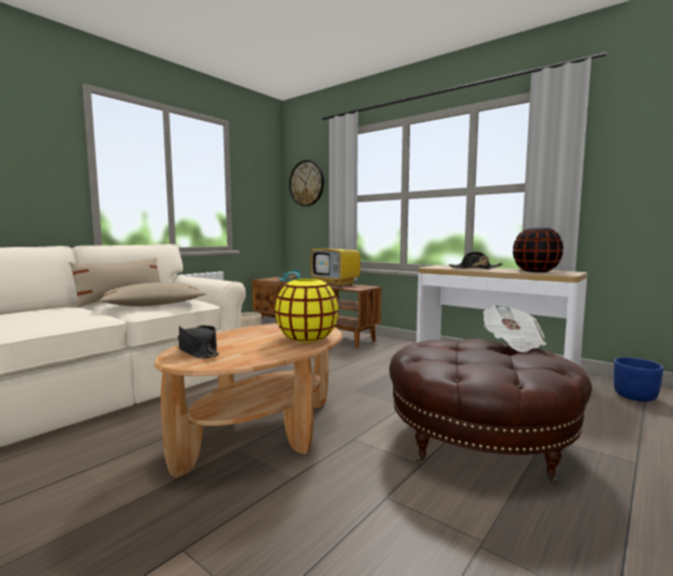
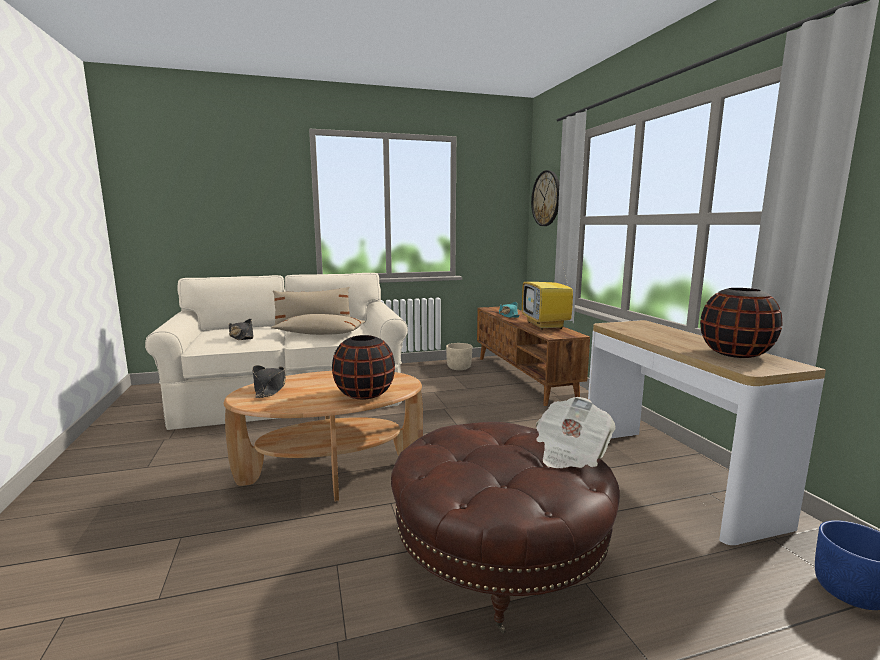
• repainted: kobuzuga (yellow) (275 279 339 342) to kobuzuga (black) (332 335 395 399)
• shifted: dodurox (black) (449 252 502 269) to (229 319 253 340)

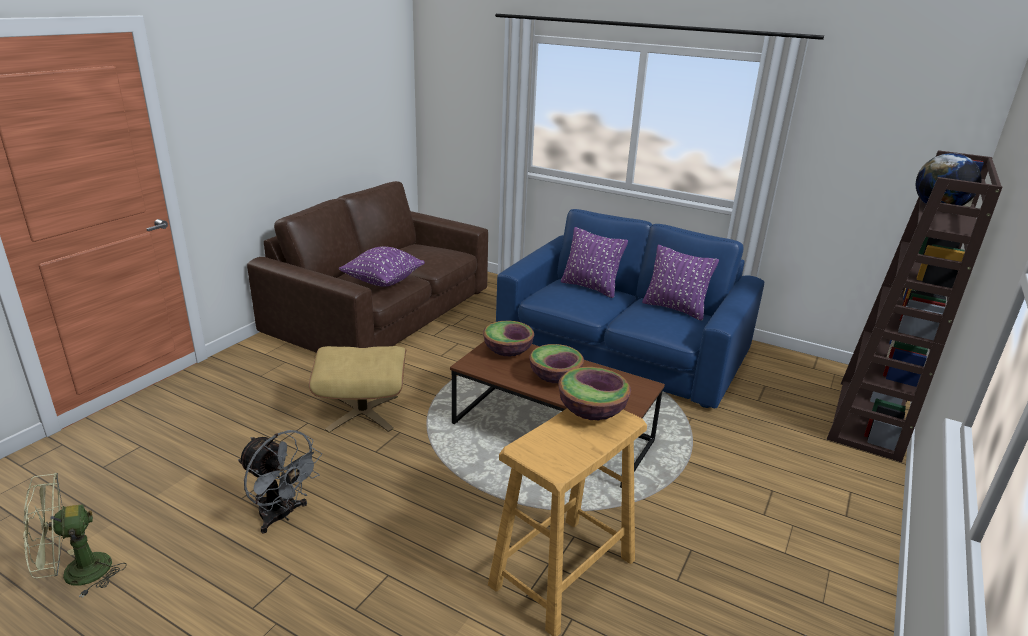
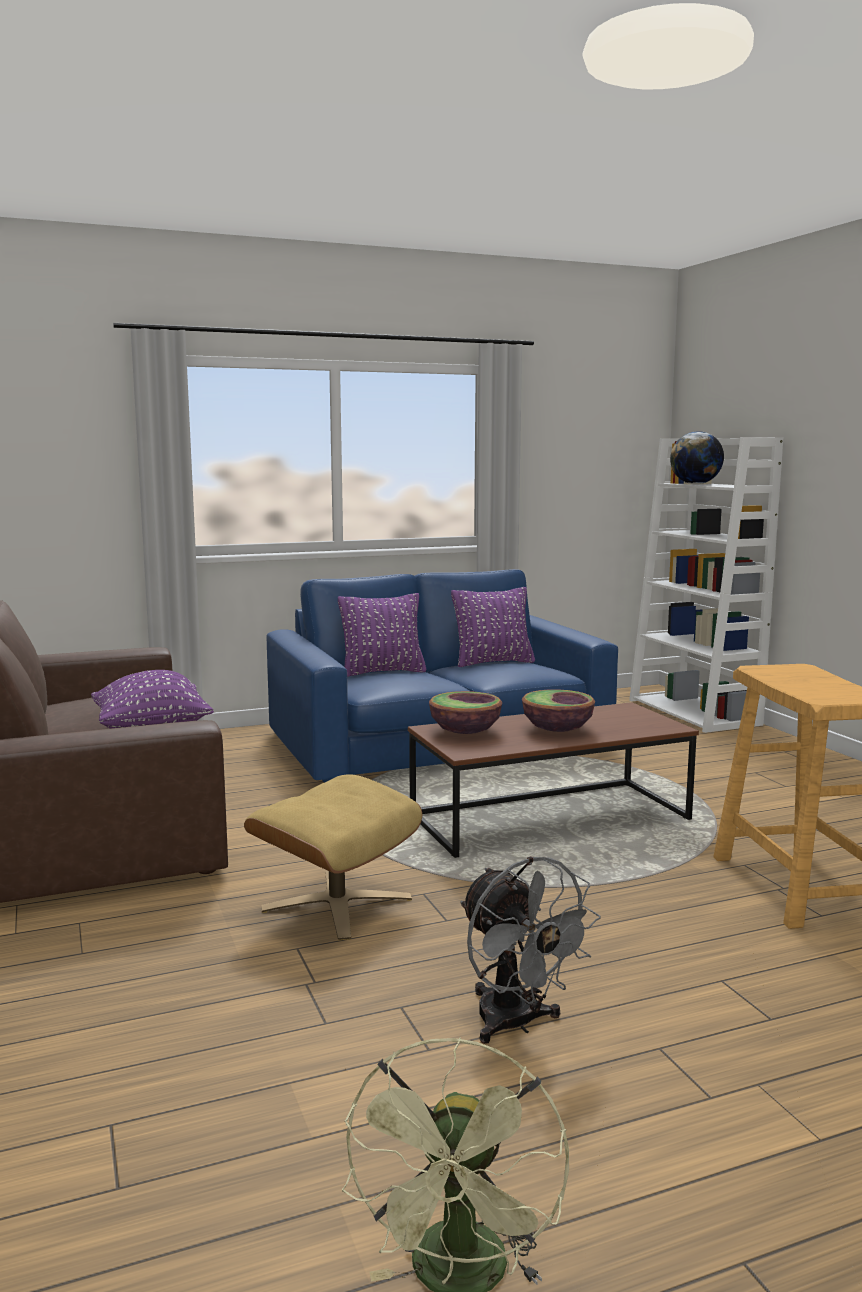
• rotated: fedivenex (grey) (238 430 322 534) = (460 856 600 1044) 75 degrees clockwise
• gone: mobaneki (558 367 631 421)
• repainted: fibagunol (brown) (827 150 1002 462) to fibagunol (white) (629 437 783 733)

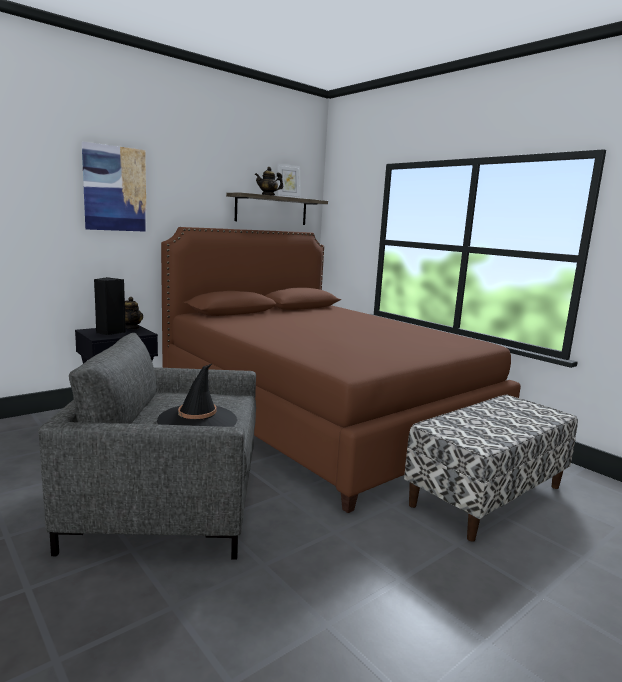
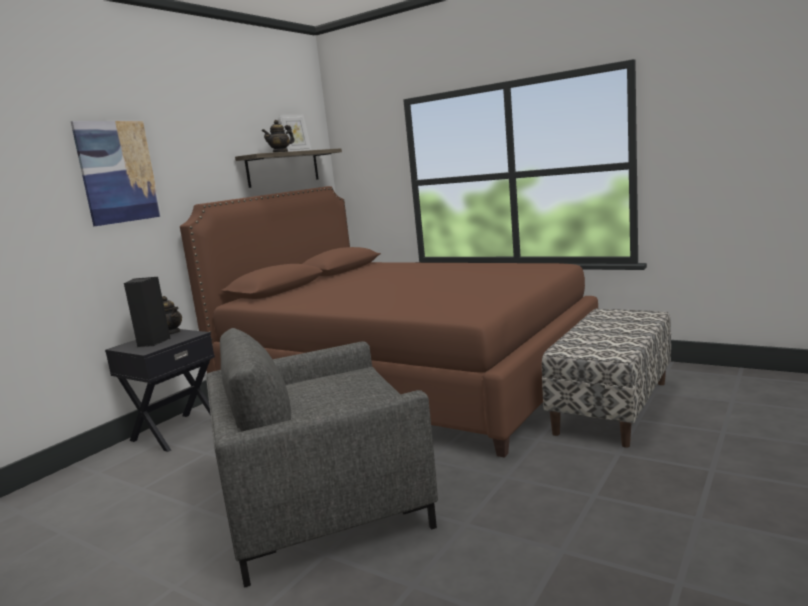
• gone: dodurox (black) (157 364 237 427)

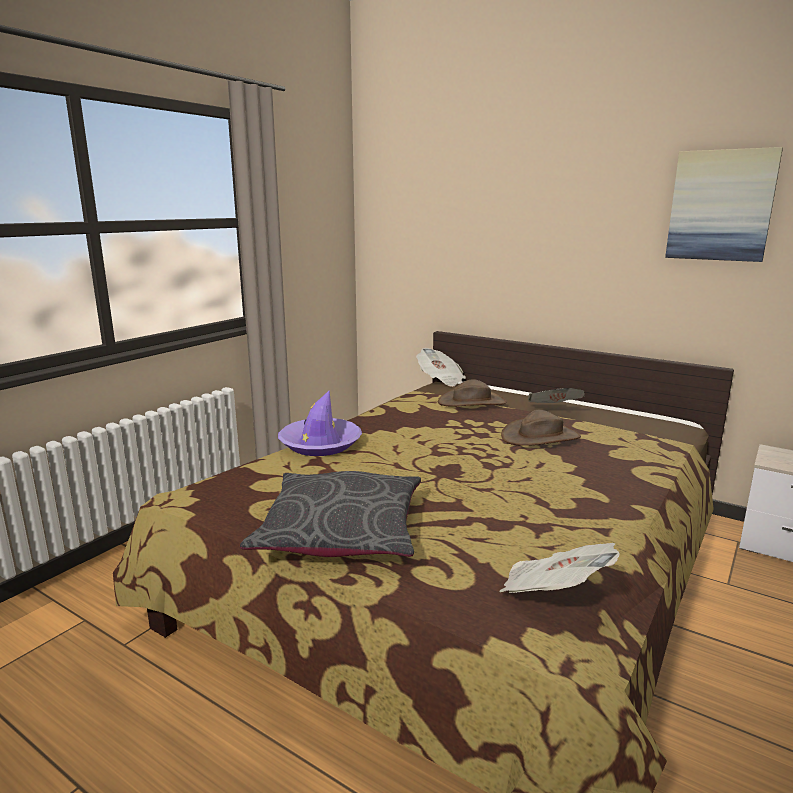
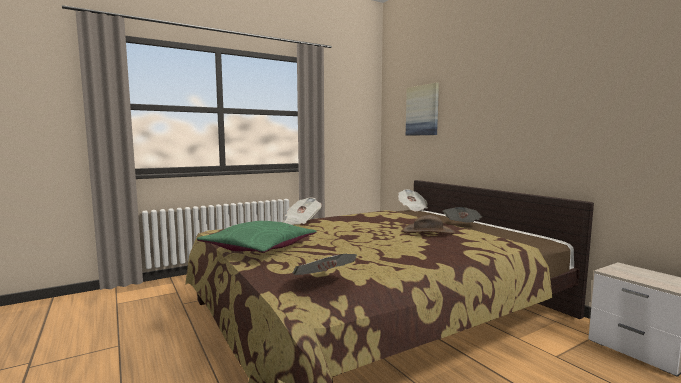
• repainted: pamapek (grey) (240 471 421 557) to pamapek (green) (197 221 317 253)
• swapped: dodurox (purple) (278 390 362 456) to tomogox (284 197 322 225)
• gone: dodurox (brown) (438 379 507 407)
• shifted: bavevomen (665 147 783 262) to (406 83 439 136)

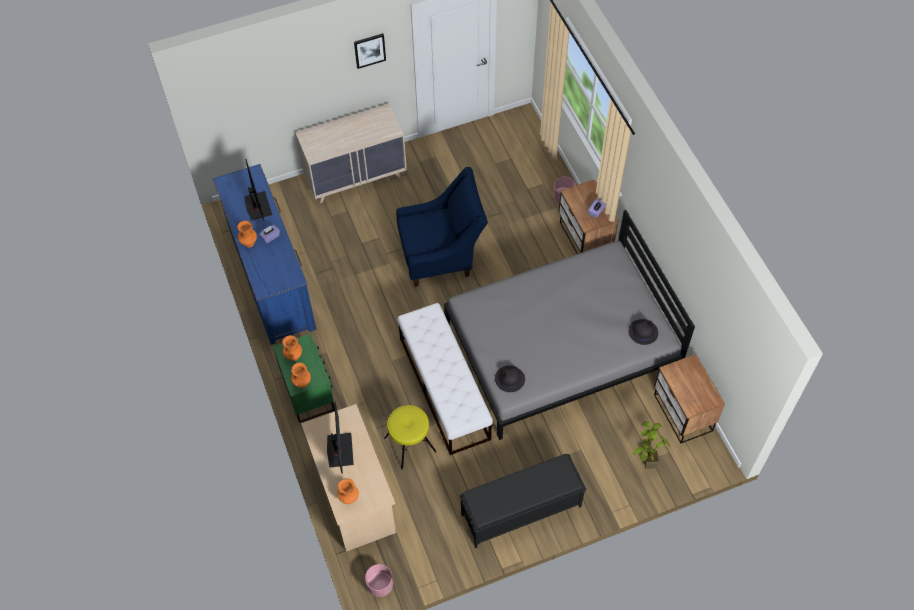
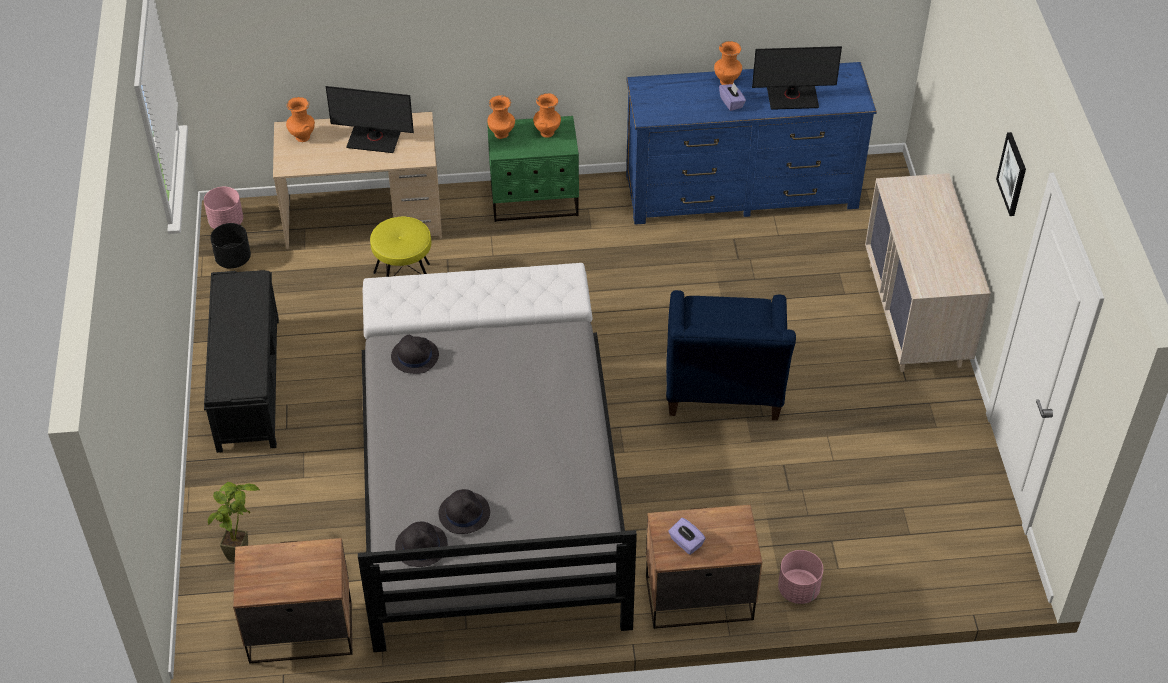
• new: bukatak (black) (210 223 251 269)
• new: dodurox (black) (438 489 490 534)

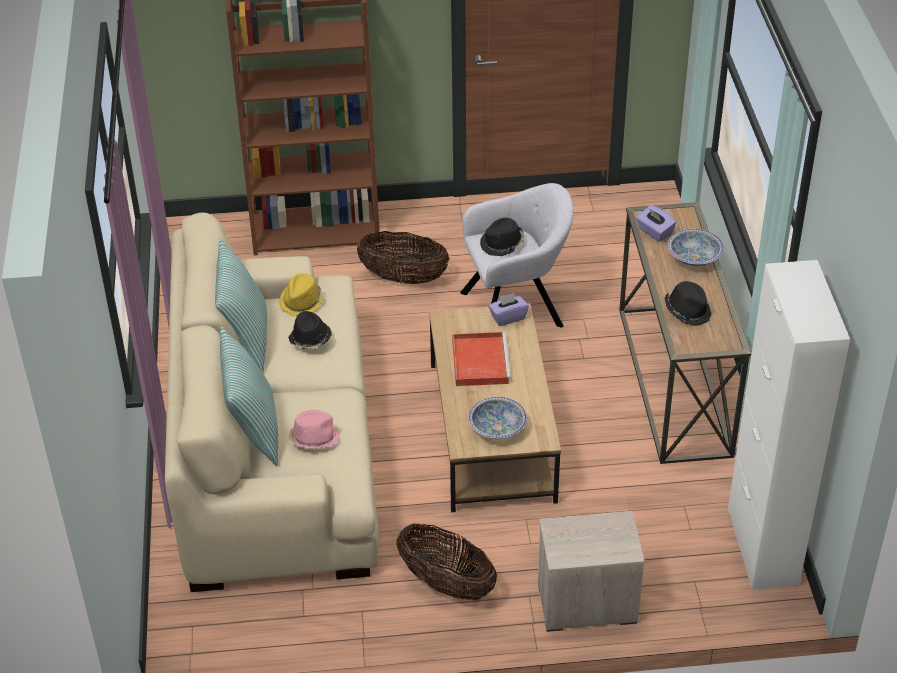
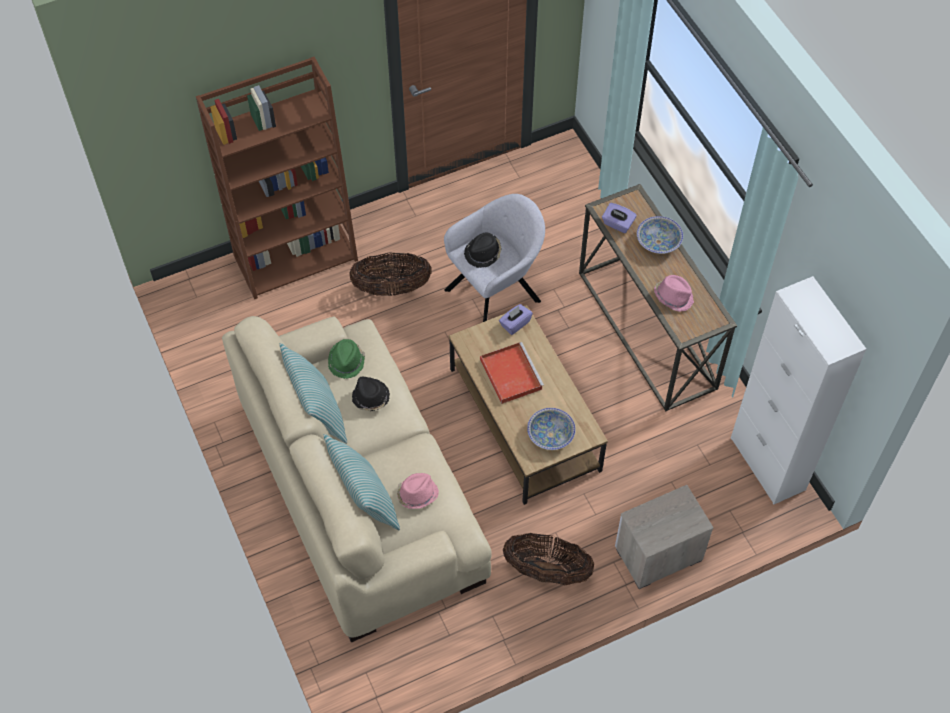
• repainted: dodurox (yellow) (279 273 324 316) to dodurox (green) (328 339 365 379)
• repainted: dodurox (black) (665 281 712 326) to dodurox (pink) (654 275 694 312)

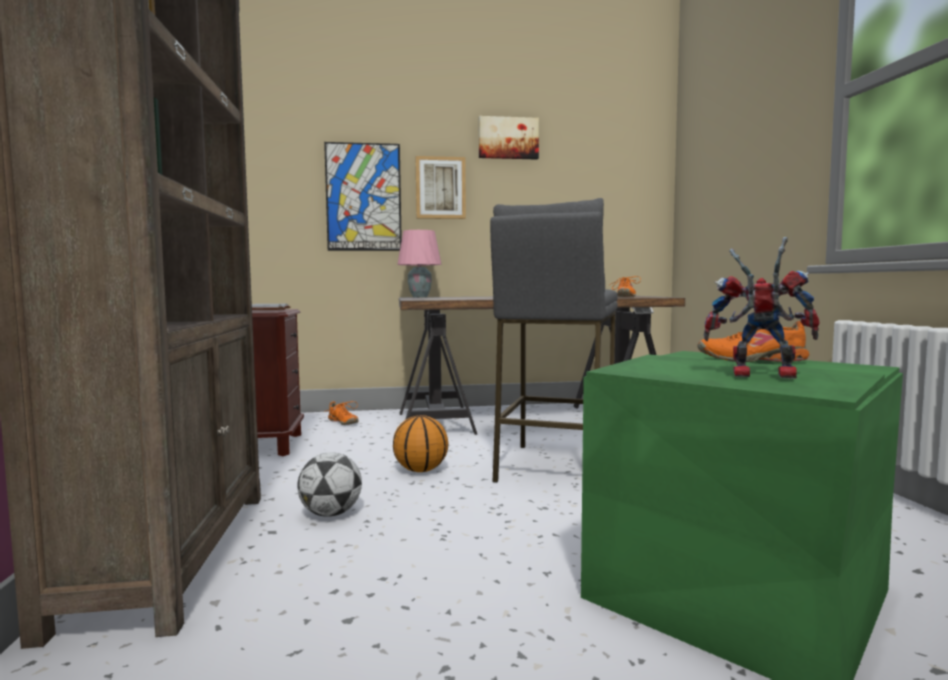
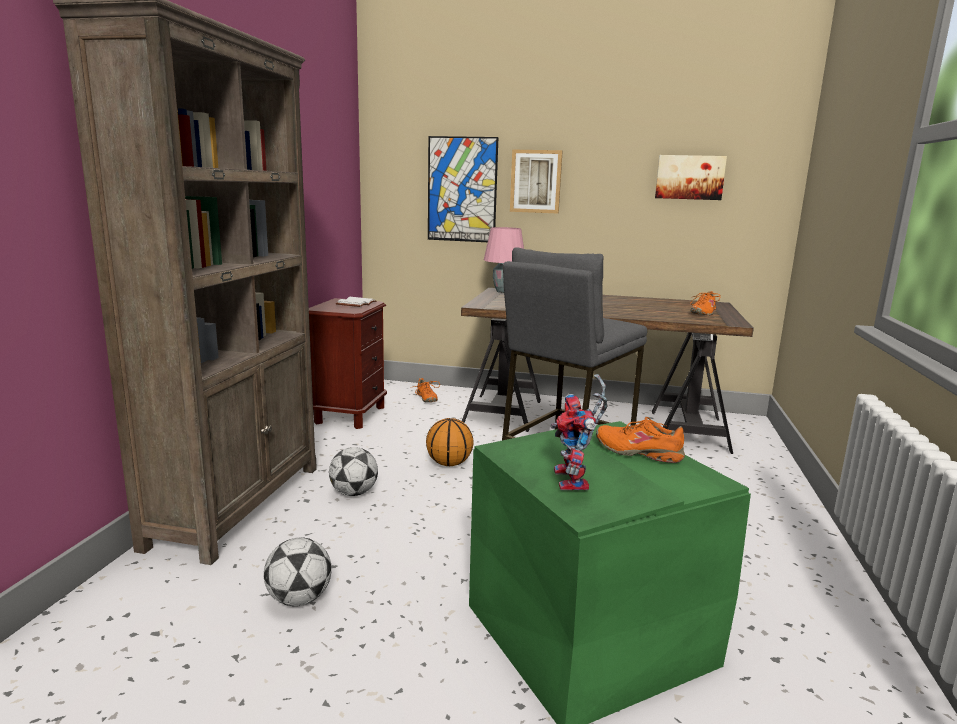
• shifted: bavevomen (479 116 539 159) to (655 155 727 200)
• rotated: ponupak (704 237 820 379) = (551 374 607 490) 135 degrees counterclockwise
• new: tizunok (264 537 332 606)

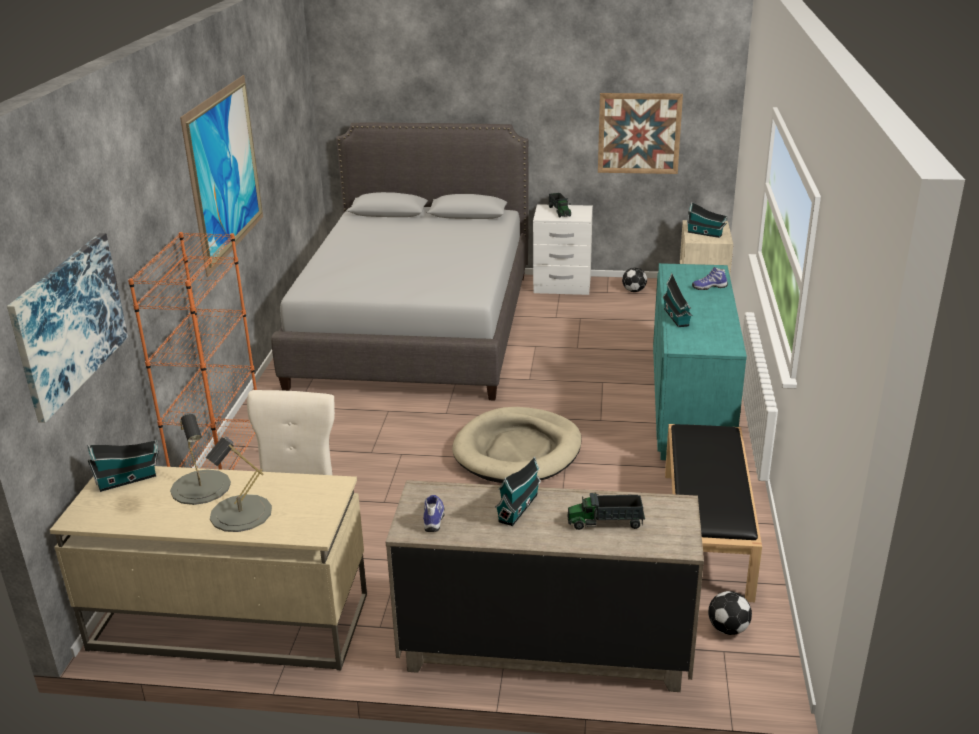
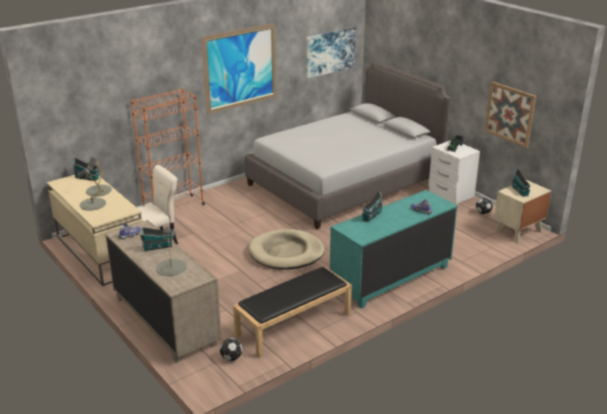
• shifted: bavevomen (7 233 128 423) to (306 27 356 78)
• swapped: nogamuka (568 492 645 530) to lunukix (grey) (156 227 186 276)

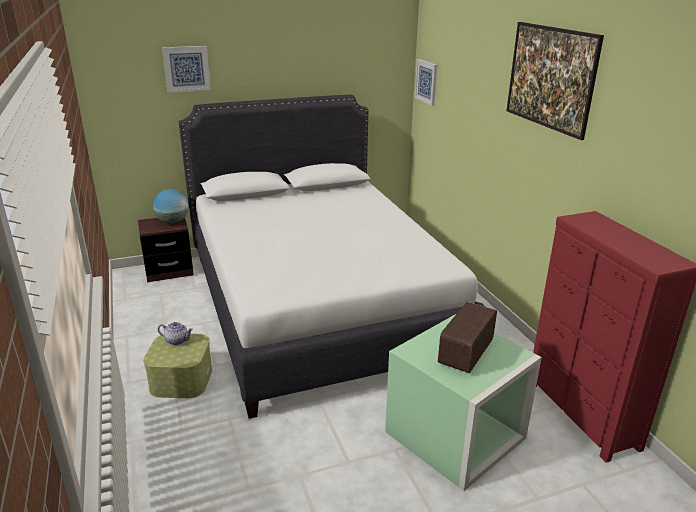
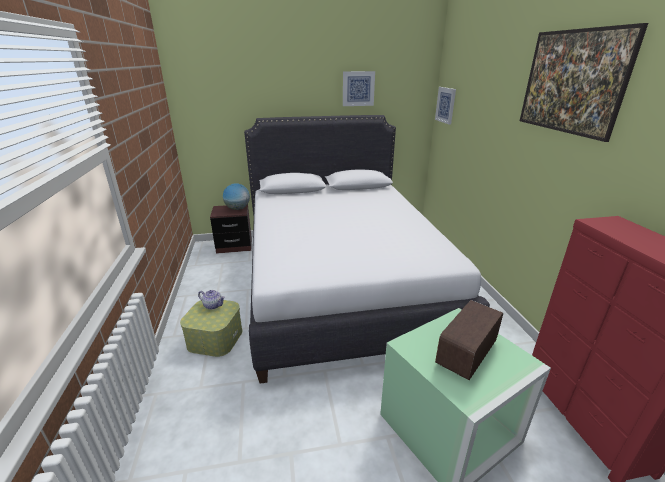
• shifted: bavevomen (162 46 211 93) to (343 71 375 106)

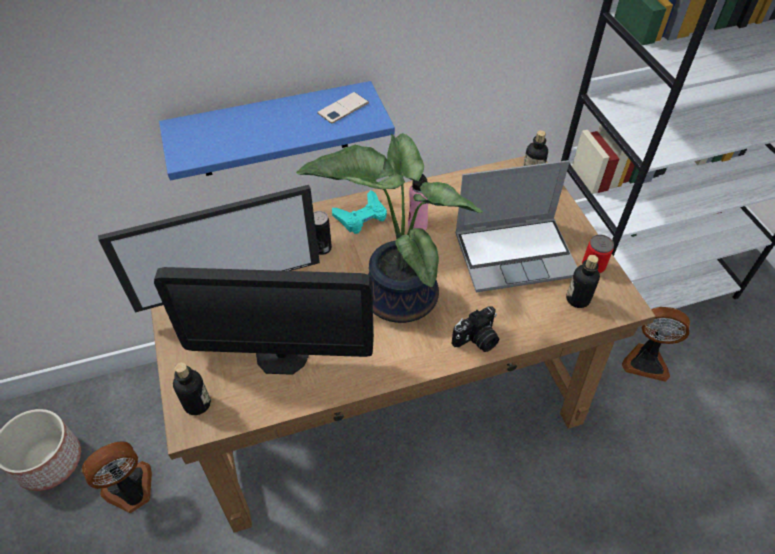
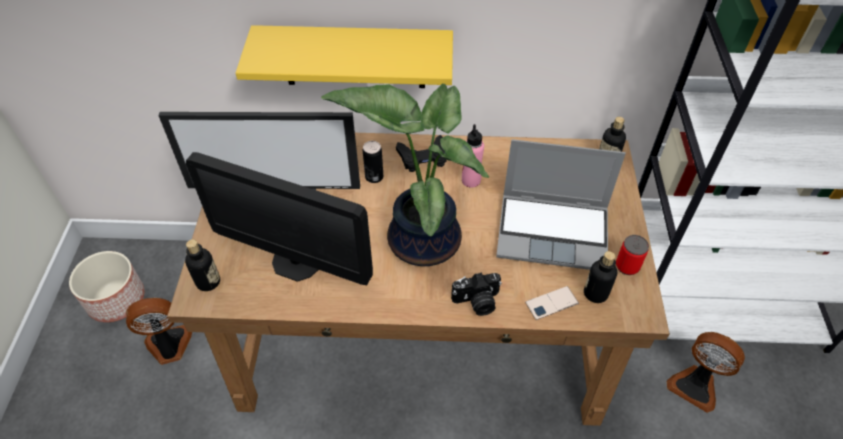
• repainted: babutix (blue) (159 81 395 180) to babutix (yellow) (236 25 453 88)
• shifted: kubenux (317 92 369 124) to (525 286 579 320)
• repainted: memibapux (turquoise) (332 190 387 234) to memibapux (black) (396 135 447 172)

